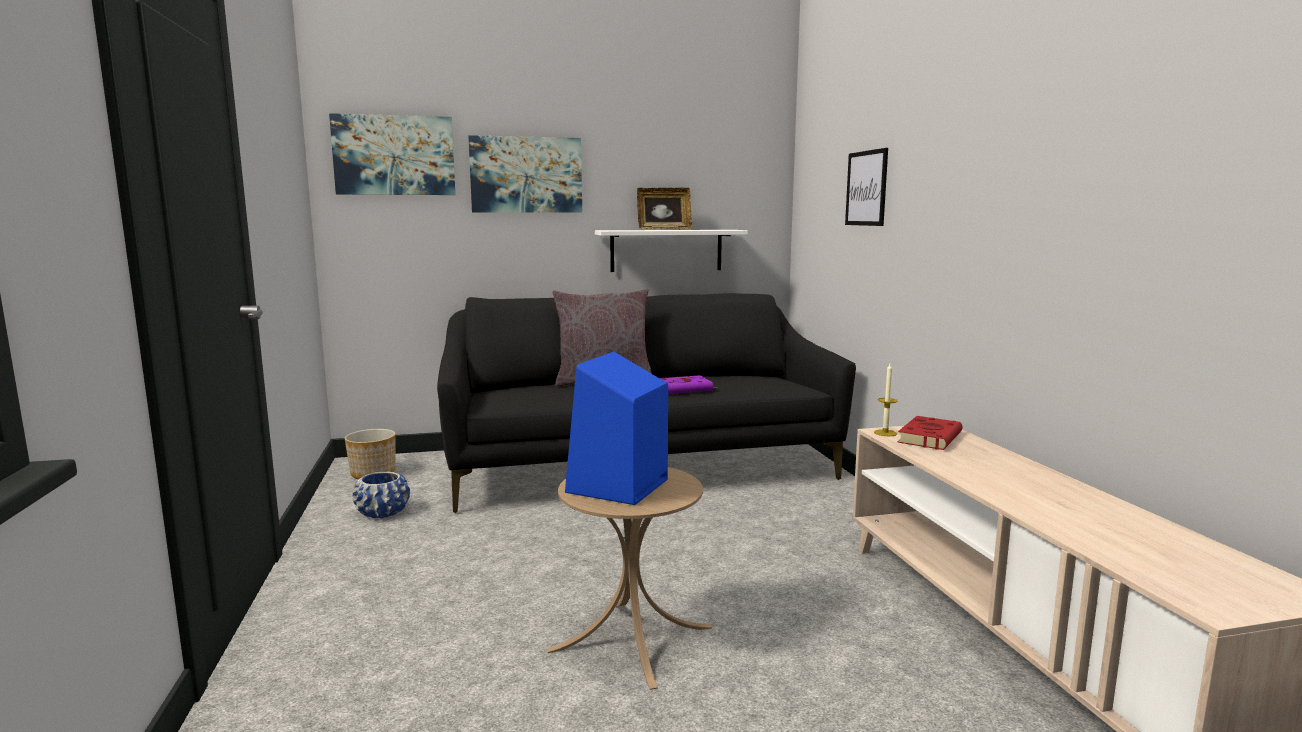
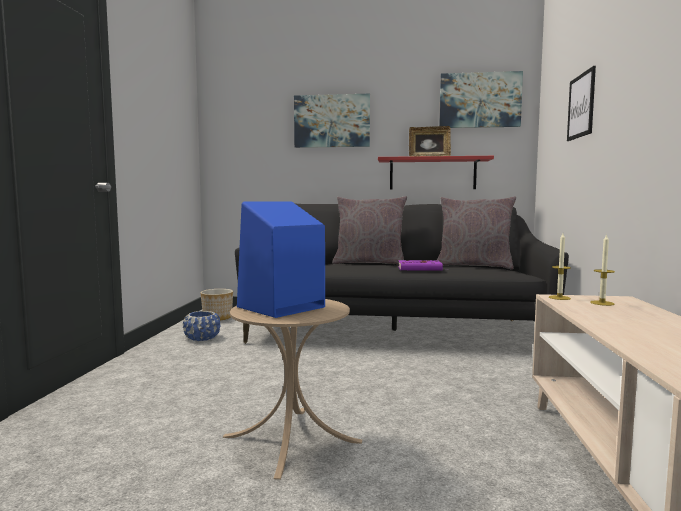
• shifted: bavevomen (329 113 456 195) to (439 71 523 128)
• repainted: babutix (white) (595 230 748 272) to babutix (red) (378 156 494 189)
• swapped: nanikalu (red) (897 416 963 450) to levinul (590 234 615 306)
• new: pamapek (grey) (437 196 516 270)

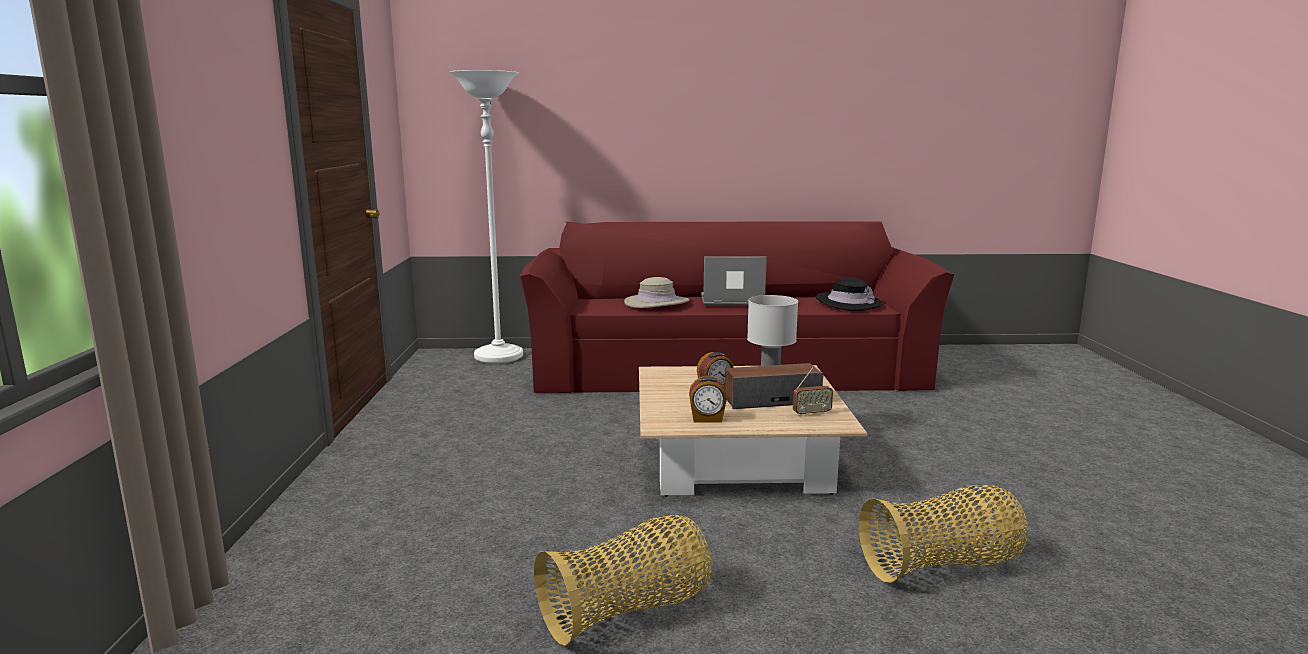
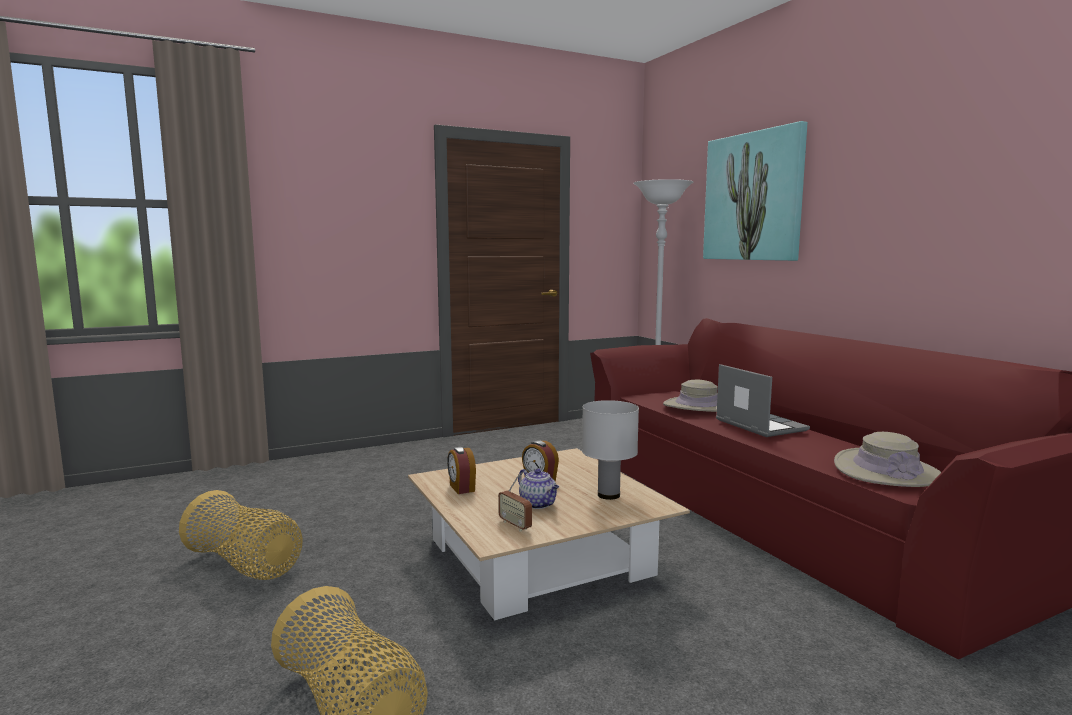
• swapped: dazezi (725 363 823 409) to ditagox (518 469 559 509)
• repainted: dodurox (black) (816 277 883 311) to dodurox (beige) (834 432 941 487)
• new: bavevomen (703 121 807 261)

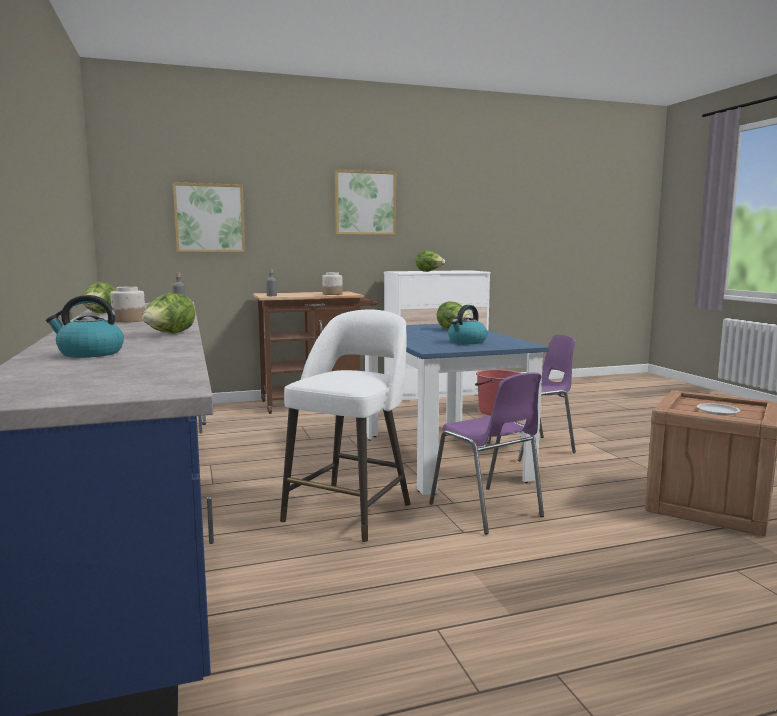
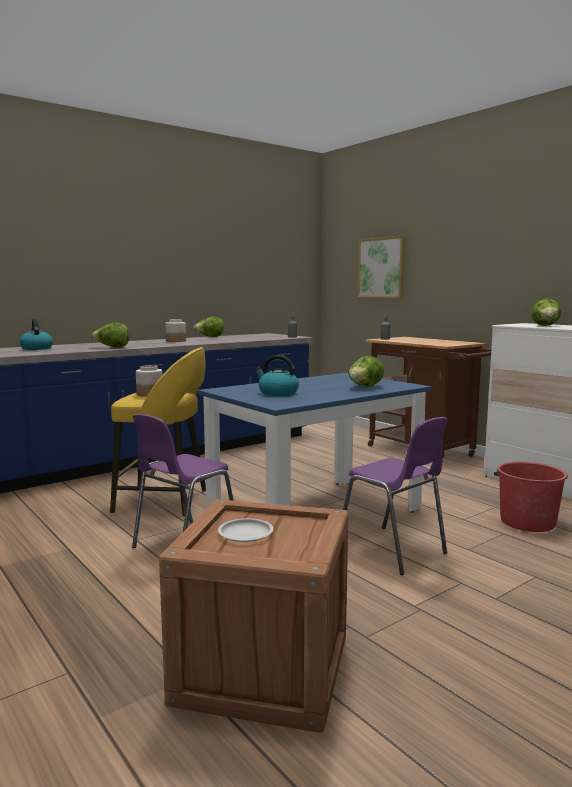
• repainted: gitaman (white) (280 309 411 543) to gitaman (yellow) (110 347 206 517)
• shifted: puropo (322 272 343 295) to (136 365 162 397)
• gone: bavevomen (335 169 396 235)

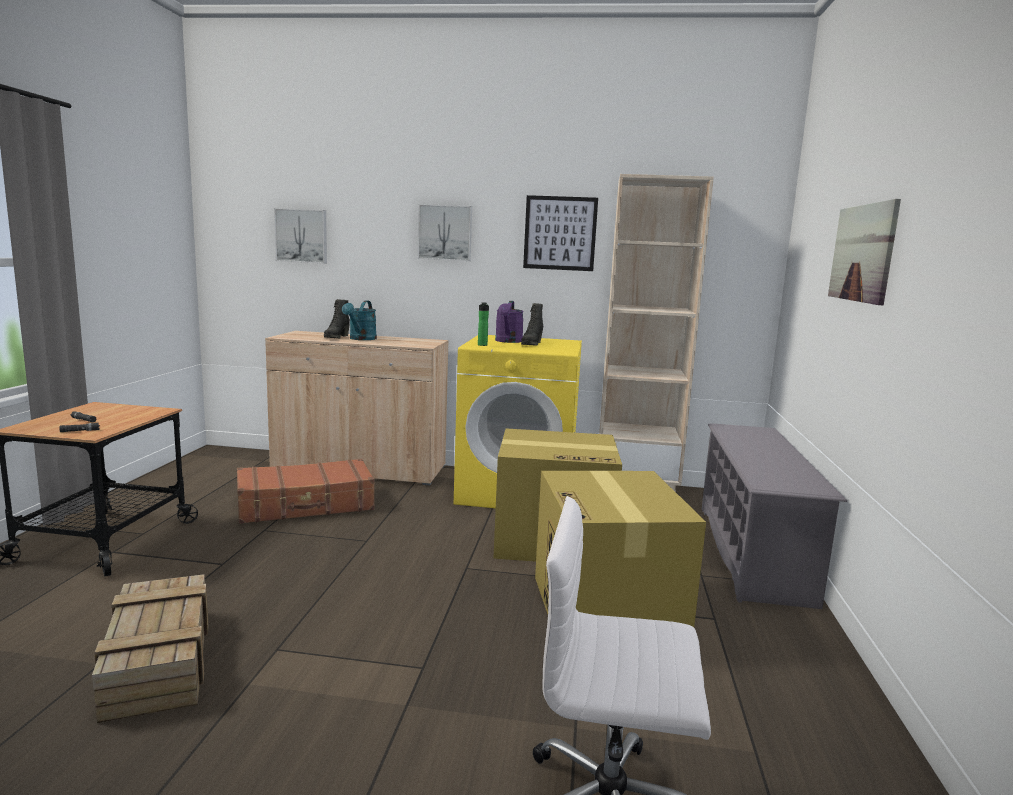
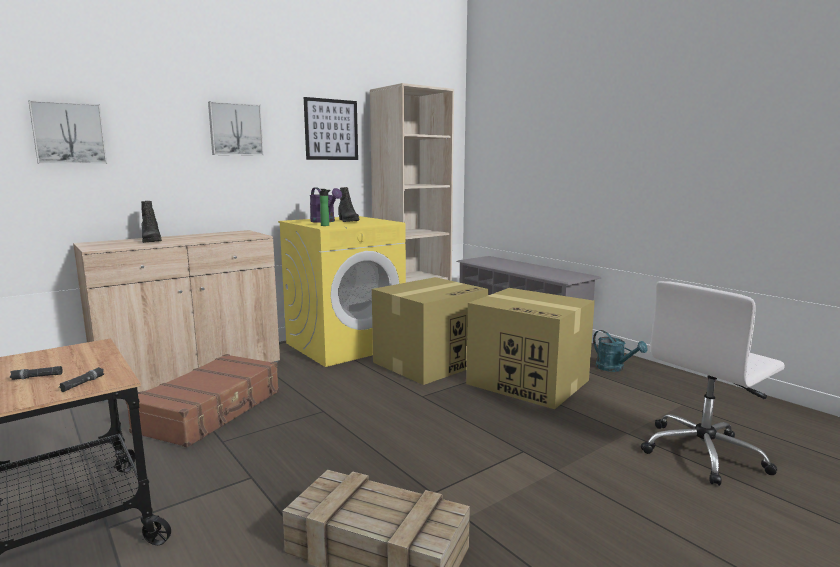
• shifted: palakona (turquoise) (342 300 377 340) to (593 330 648 372)
• gone: bavevomen (828 199 901 305)

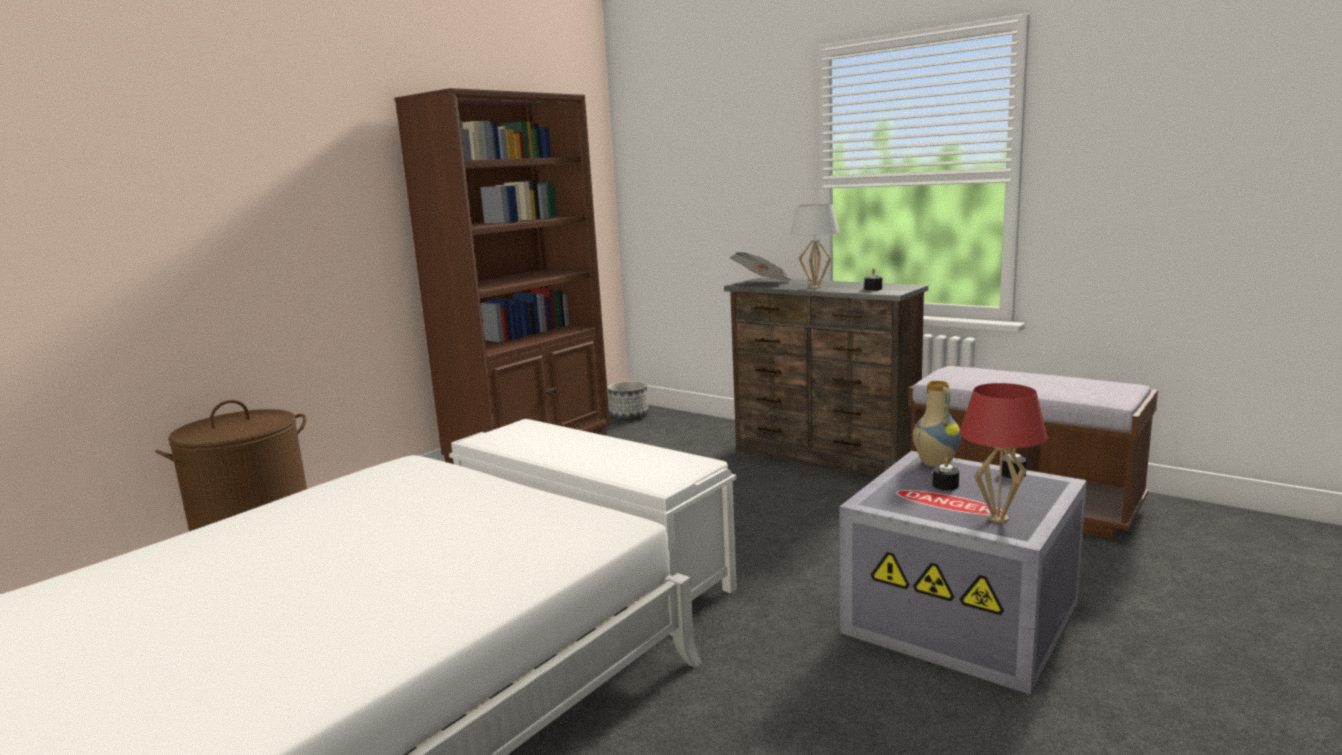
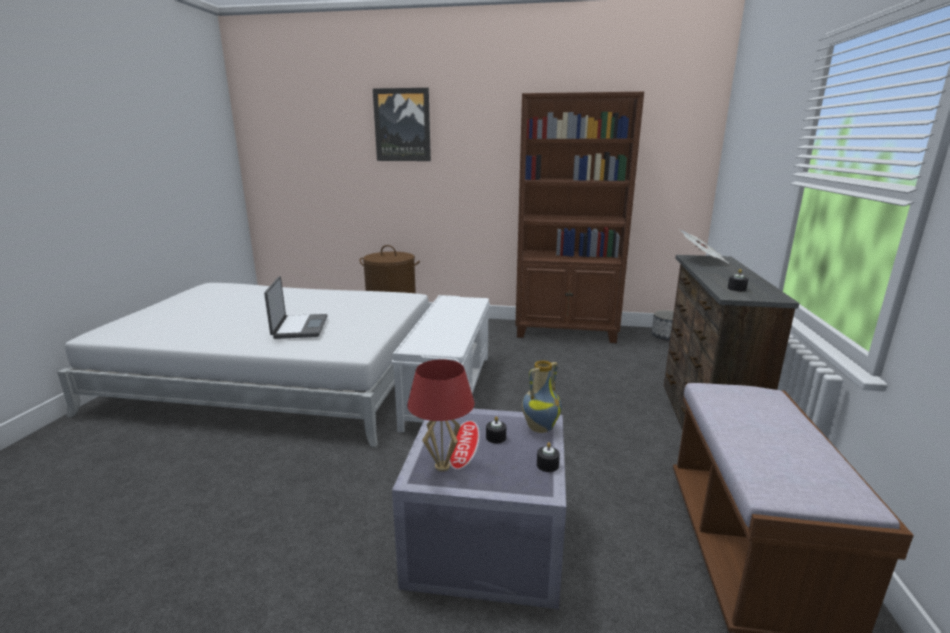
• gone: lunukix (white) (790 204 840 288)
• new: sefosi (264 277 328 339)
• new: bavevomen (373 88 431 161)

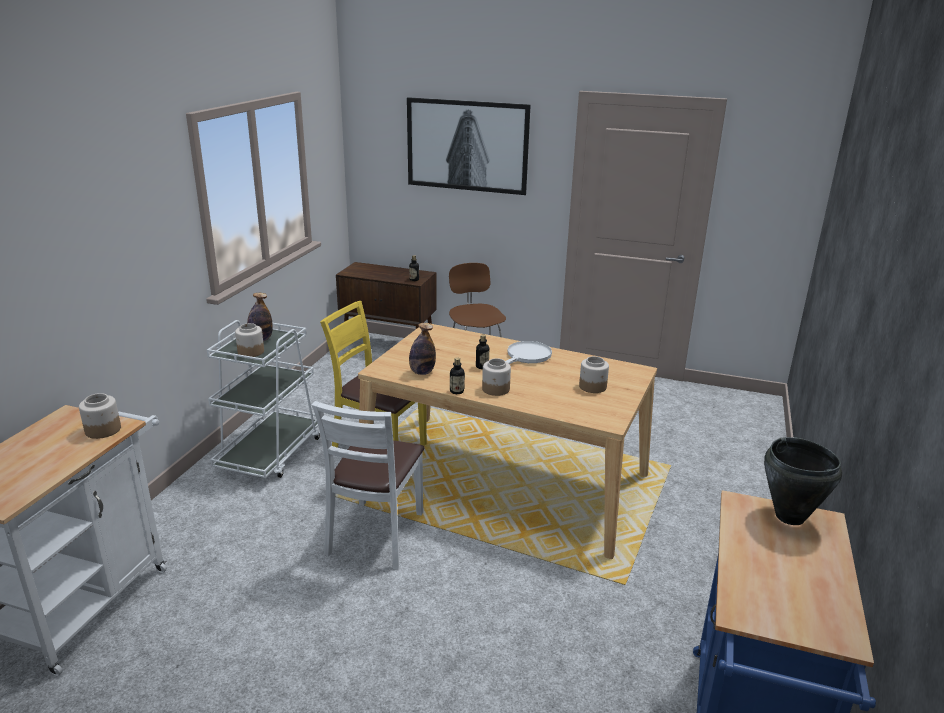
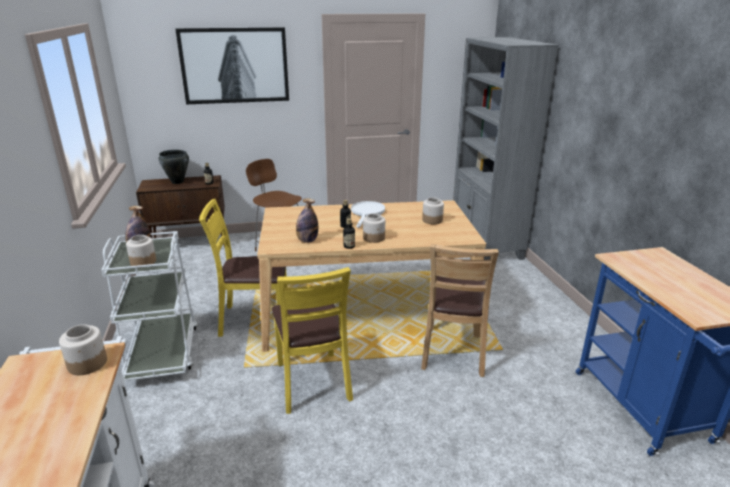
• repainted: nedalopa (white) (312 401 424 569) to nedalopa (yellow) (272 267 353 414)
• shifted: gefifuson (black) (764 437 842 525) to (159 150 189 184)
• new: nedalopa (brown) (421 244 499 377)
• new: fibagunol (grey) (453 37 559 260)

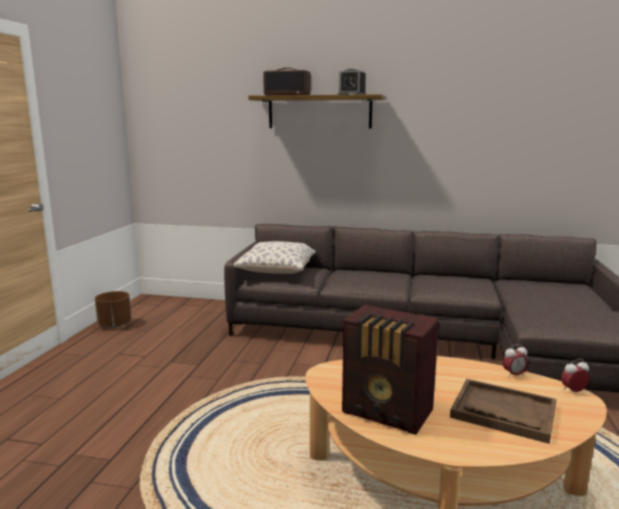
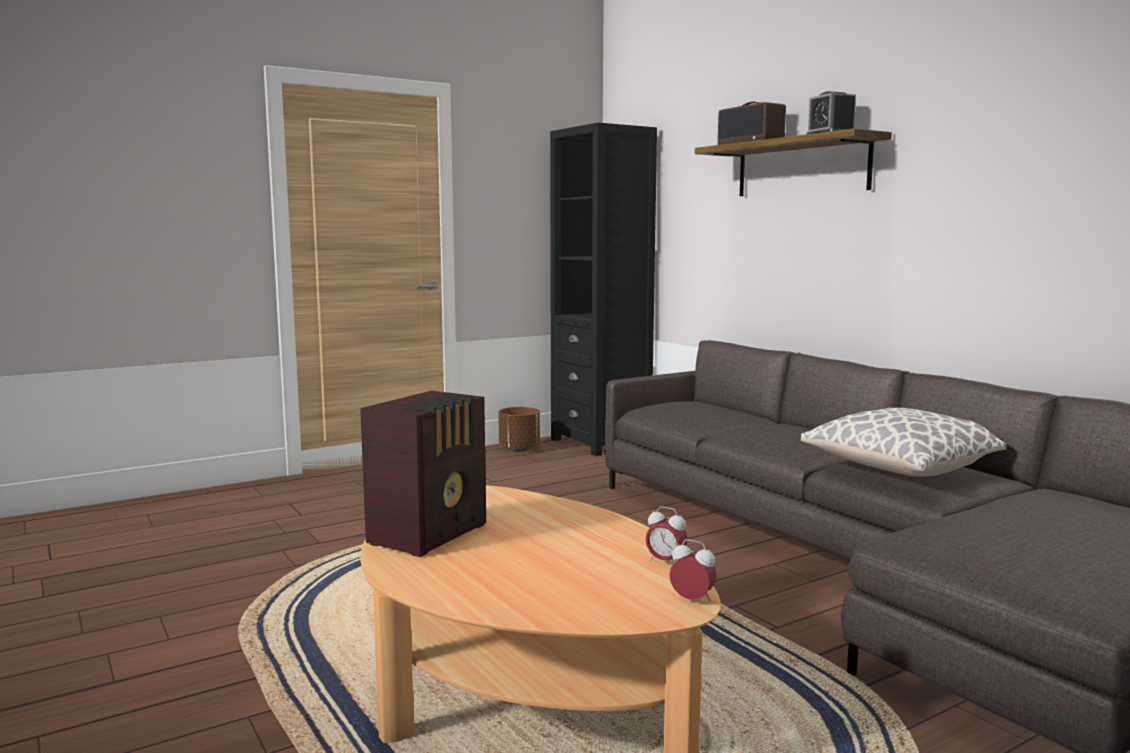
• shifted: pamapek (234 241 316 274) to (801 408 1007 477)
• rotated: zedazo (342 305 439 435) = (360 391 486 557) 135 degrees counterclockwise
• gone: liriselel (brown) (450 379 557 444)
• new: fibagunol (black) (550 123 657 456)

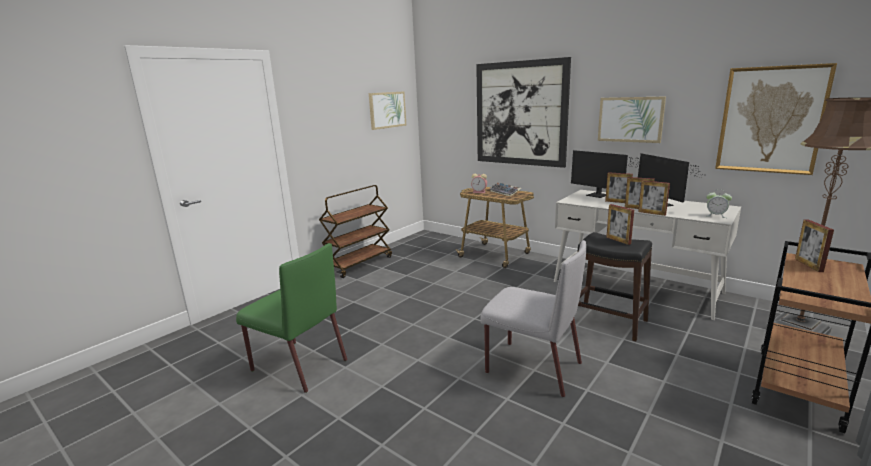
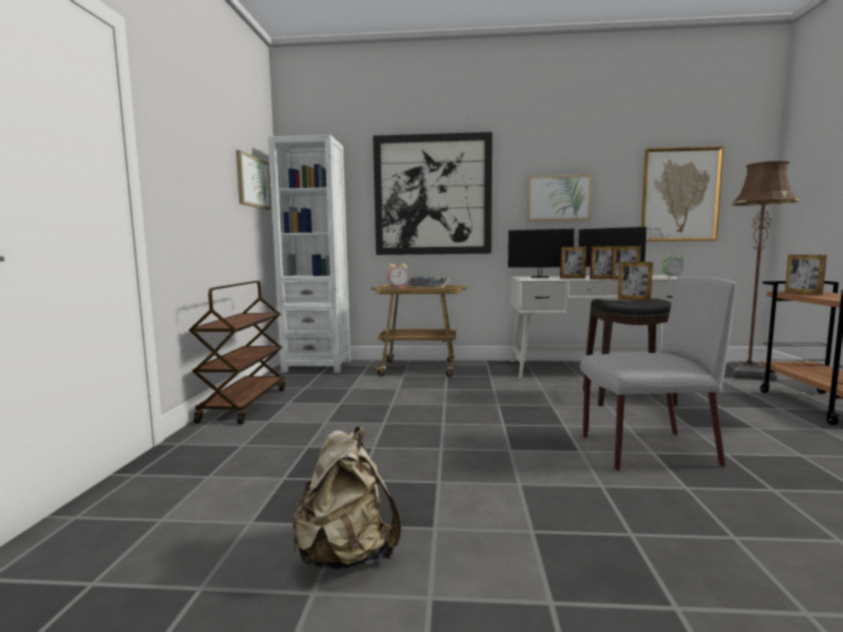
• swapped: nedalopa (green) (236 243 347 393) to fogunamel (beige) (292 427 401 570)
• new: fibagunol (white) (268 135 351 373)

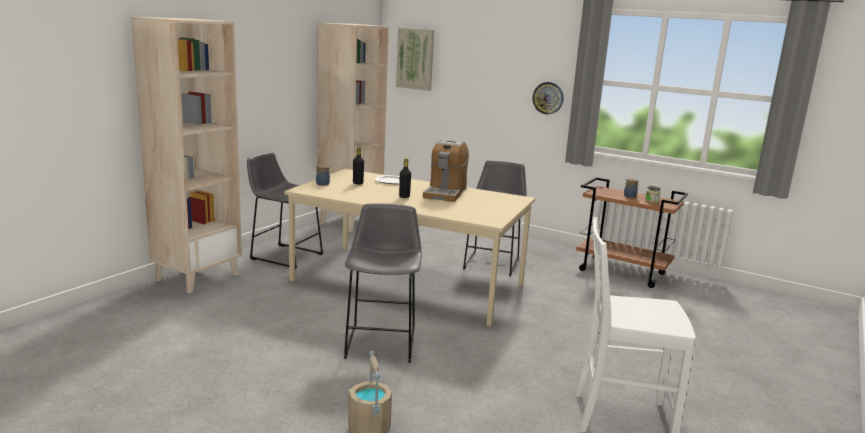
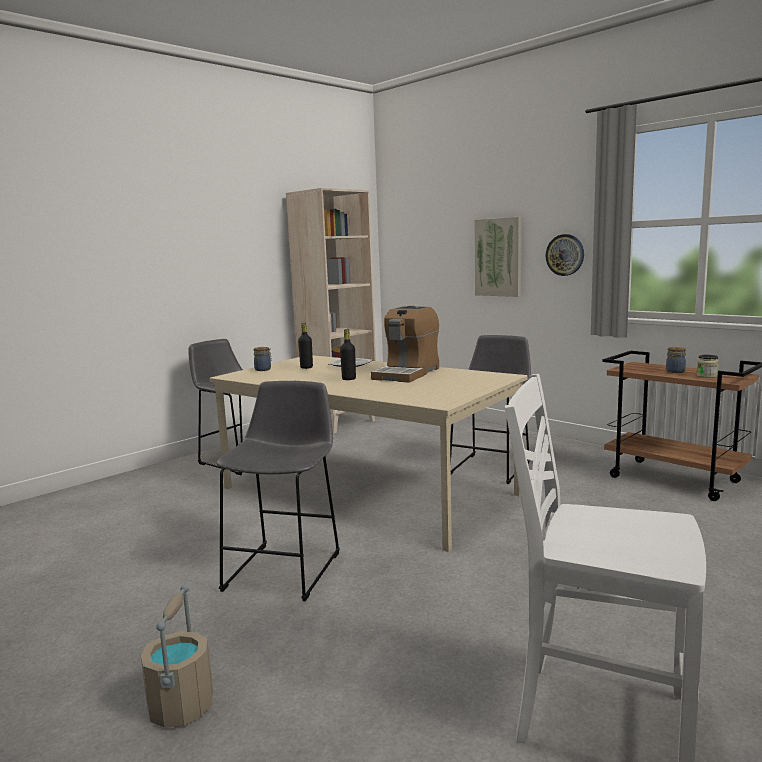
• gone: fibagunol (beige) (131 17 242 294)
• shifted: bavevomen (396 28 434 91) to (474 217 521 297)

